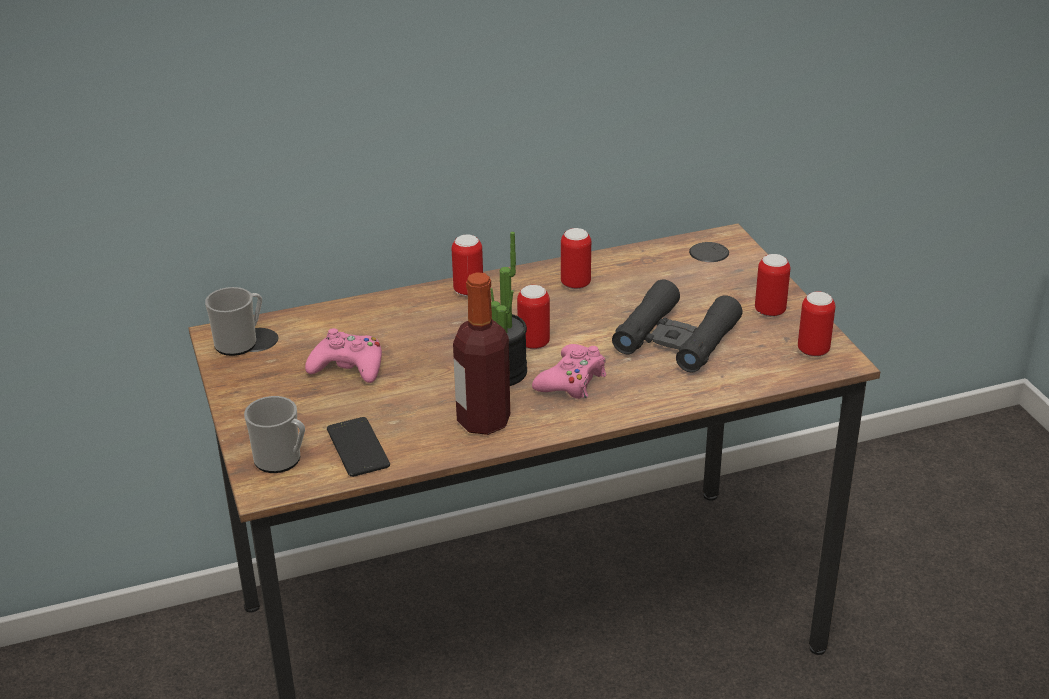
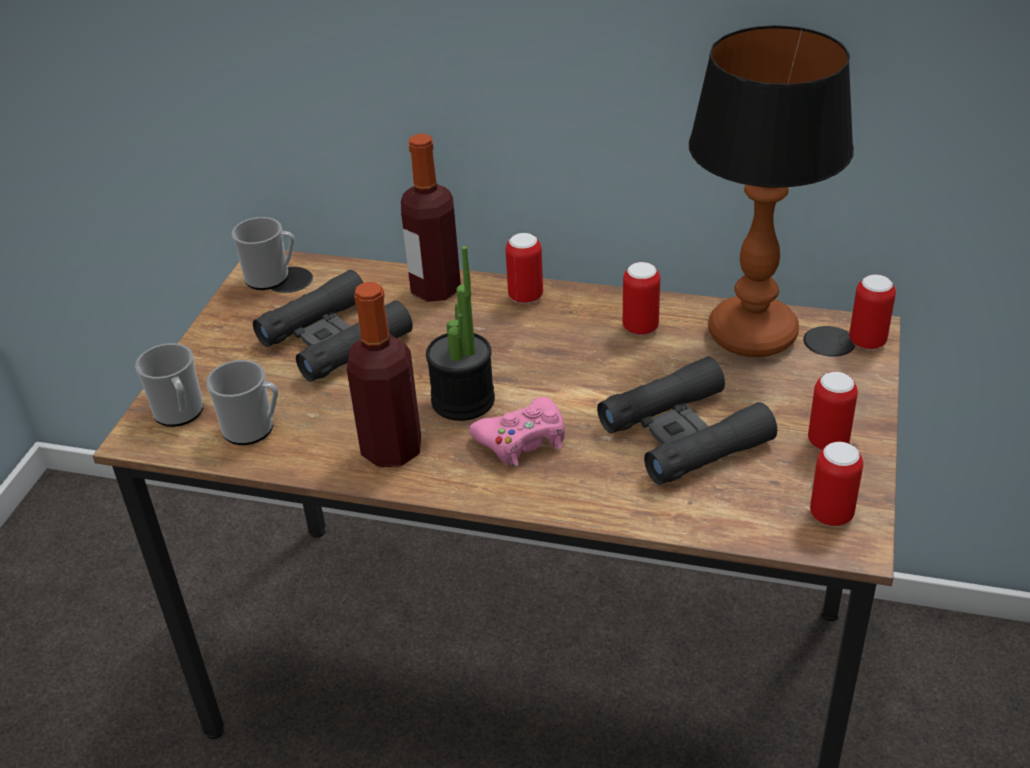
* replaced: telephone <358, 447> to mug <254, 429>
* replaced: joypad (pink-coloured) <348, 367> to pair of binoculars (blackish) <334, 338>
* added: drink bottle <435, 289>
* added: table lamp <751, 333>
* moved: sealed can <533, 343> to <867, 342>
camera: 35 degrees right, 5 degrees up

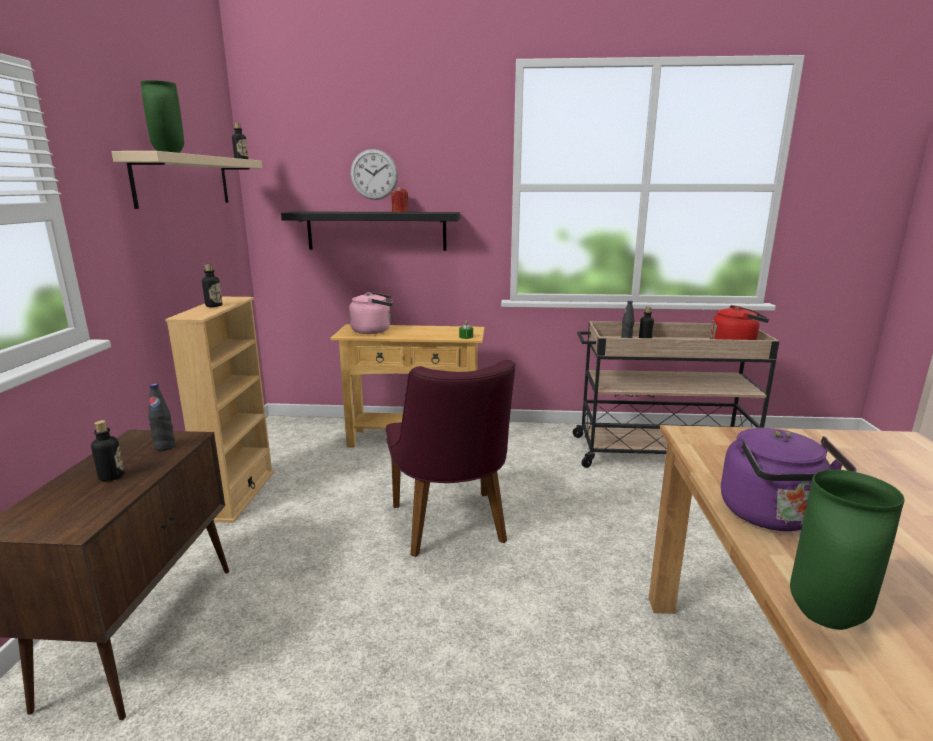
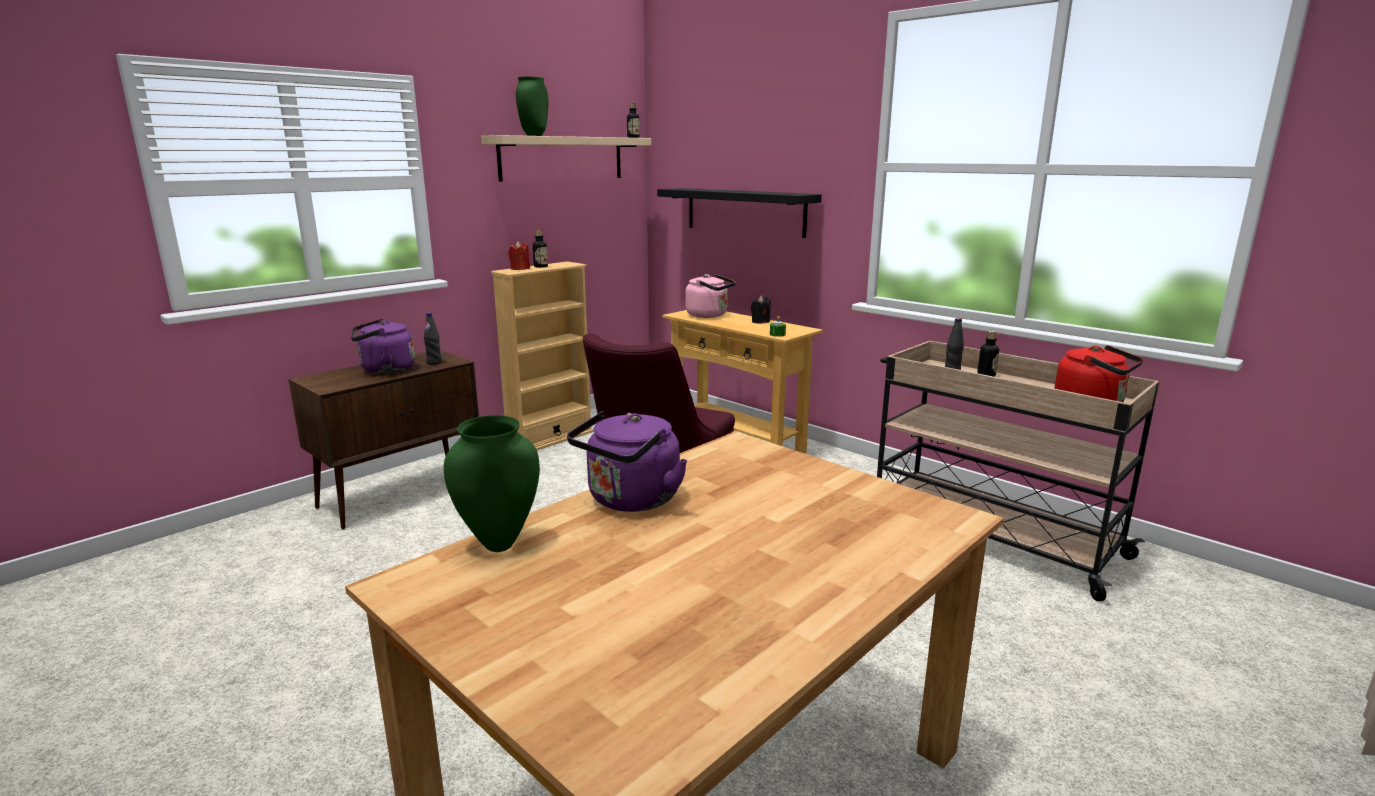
* replaced: drink bottle <111, 476> to water kettle (purple) <384, 370>
* moved: wax candle (red) <400, 212> to <520, 269>
* added: wax candle (blackish) <760, 322>
* removed: clock on the wall <374, 174>
camera: 40 degrees right, 0 degrees up

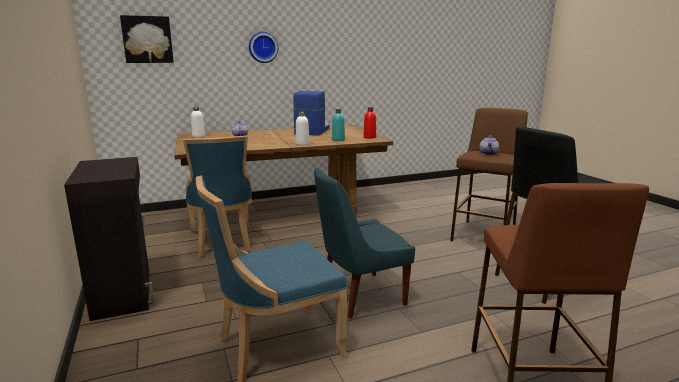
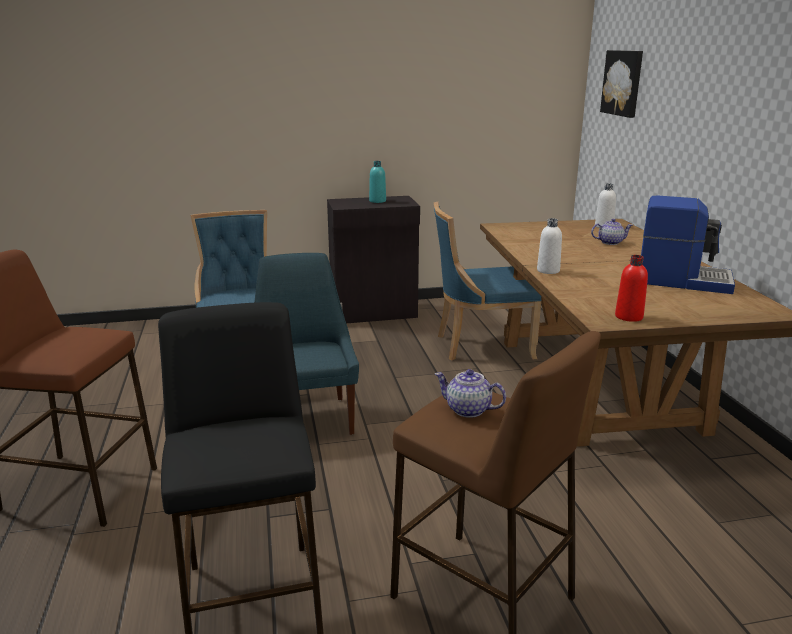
* moved: drink bottle (blue-green) <338, 140> to <377, 201>
* removed: clock on the wall <263, 47>
camera: 100 degrees right, 5 degrees up

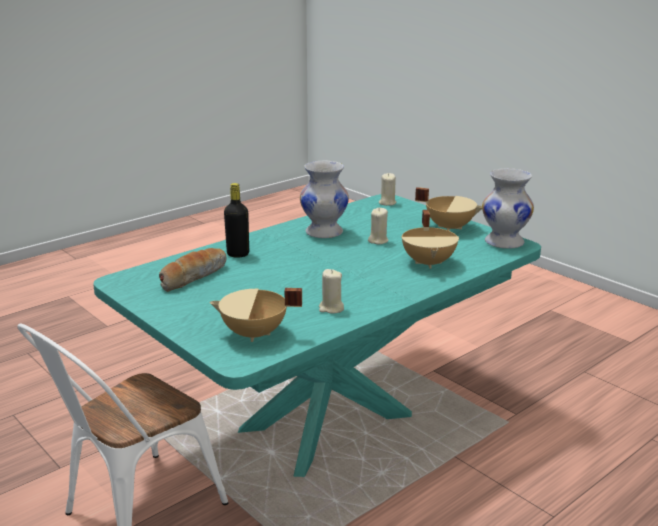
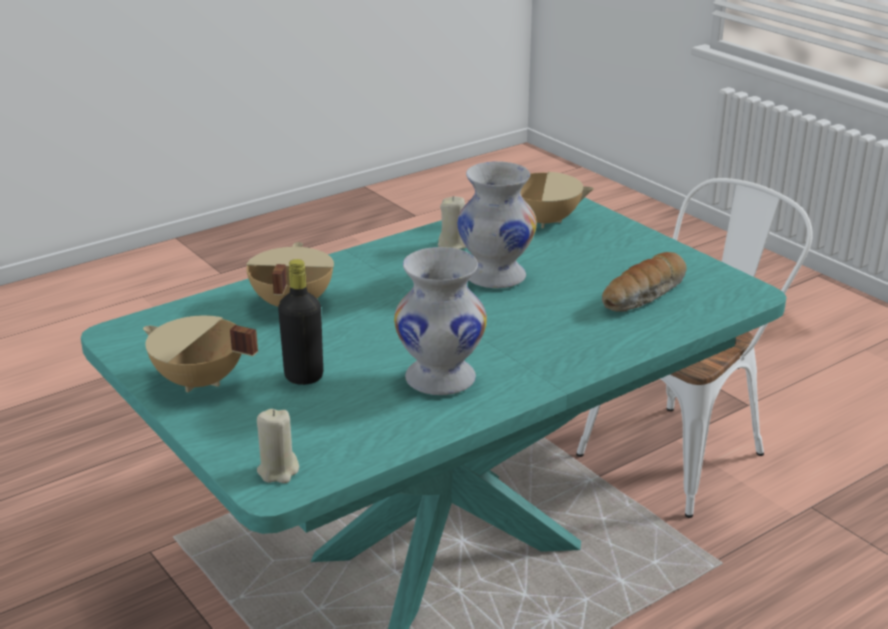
* moved: drink bottle (blackish) <238, 254> to <304, 377>
* moved: flower vase (white-coloured) <503, 242> to <496, 277>
* removed: wax candle (beige-coloured) <378, 240>
camera: 175 degrees left, 5 degrees up

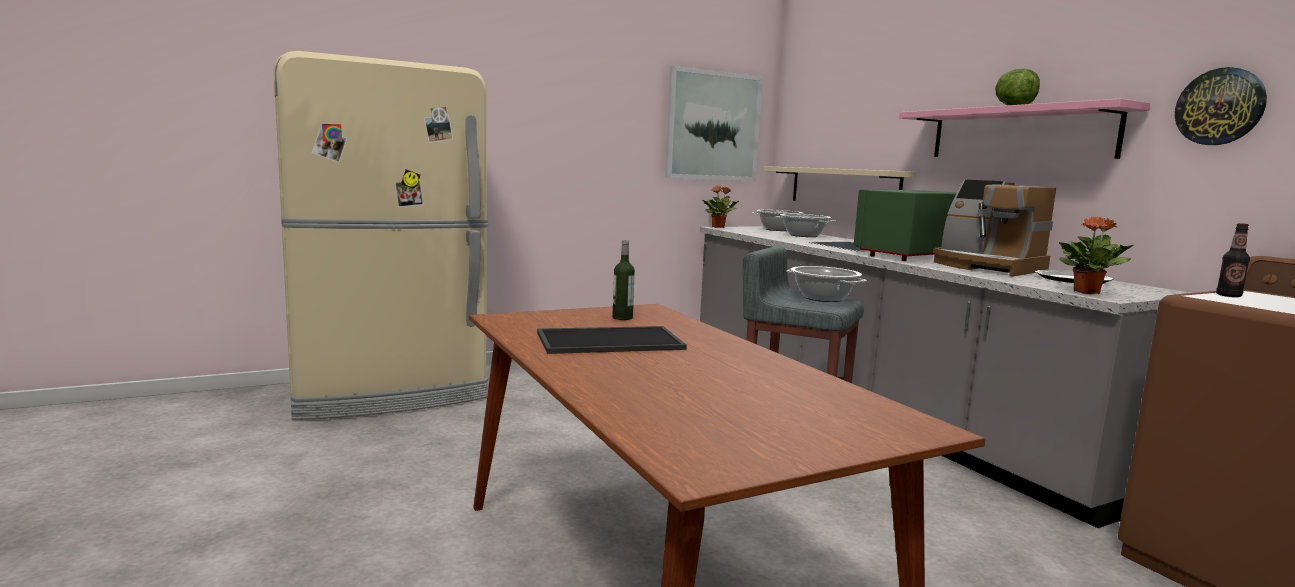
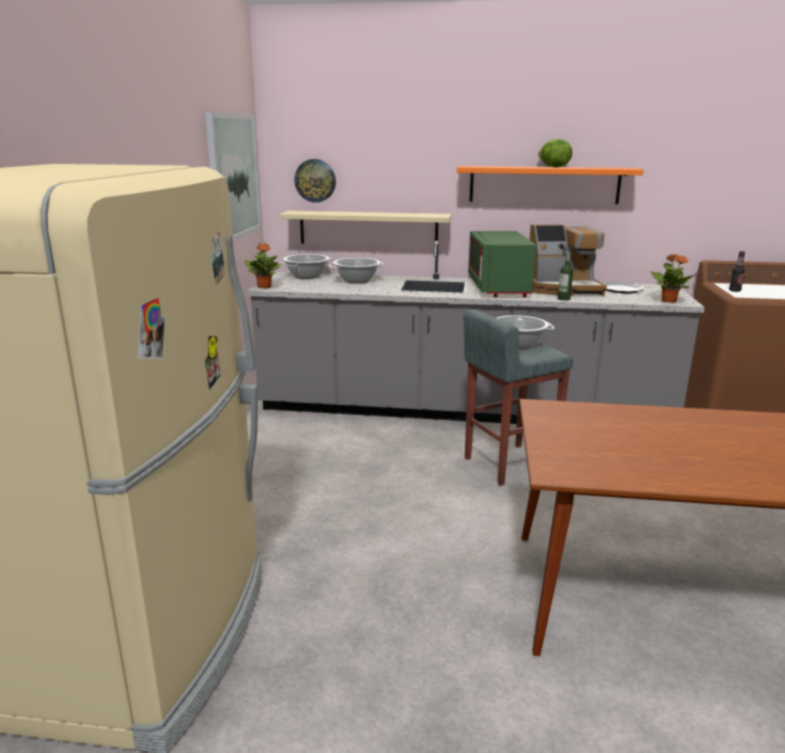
* moved: clock on the wall <1220, 107> to <315, 180>
* recoloured: bracket shelf (pink-coloured) <1019, 133> to bracket shelf (orange-coloured) <544, 185>
* moved: drink bottle <622, 318> to <564, 299>
* removed: carrying tray <610, 340>
camera: 55 degrees left, 10 degrees up

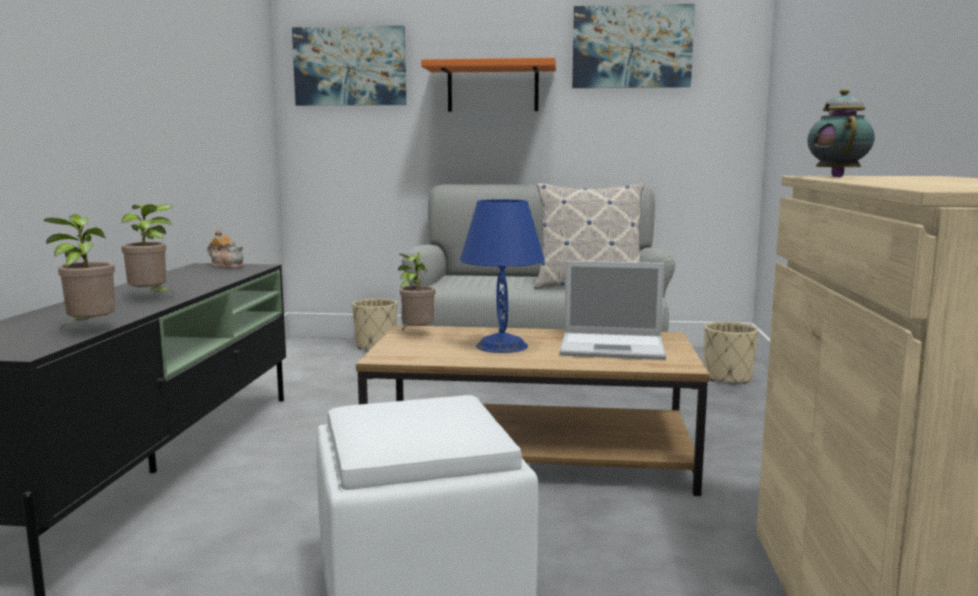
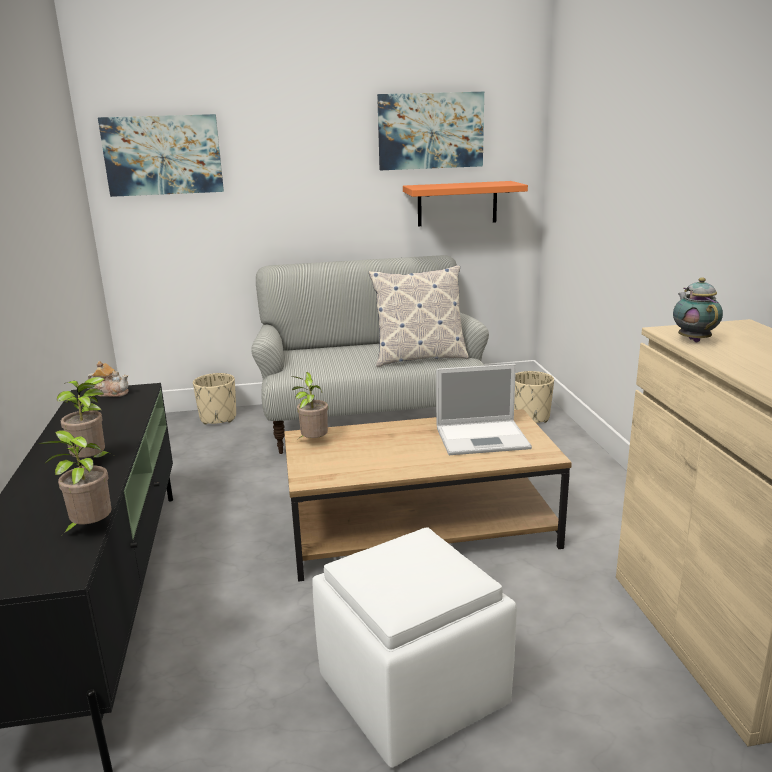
* moved: bracket shelf (orange-coloured) <493, 88> to <457, 203>
* removed: table lamp (blue-coloured) <501, 346>
camera: 15 degrees left, 10 degrees up

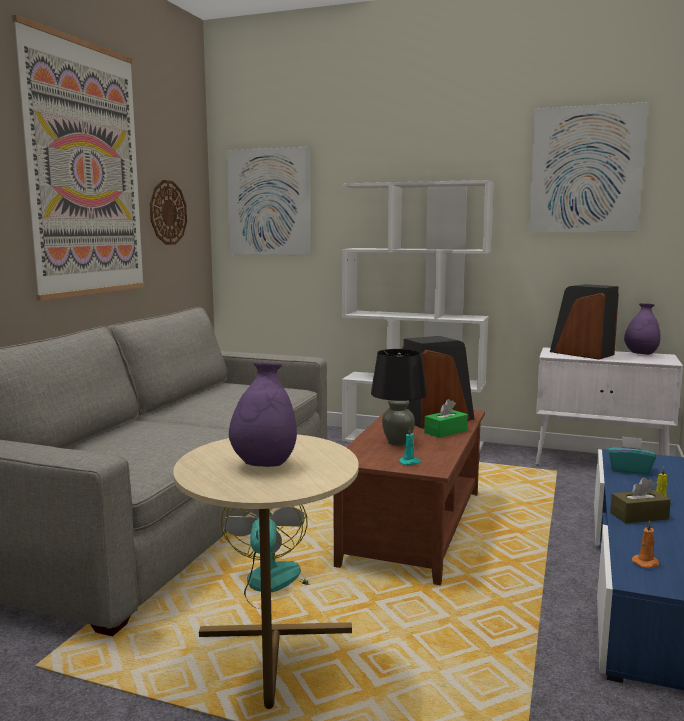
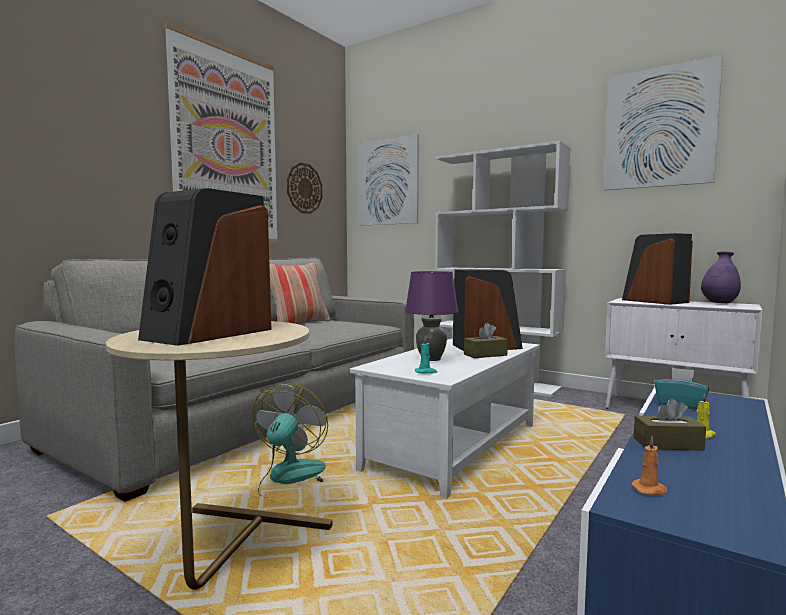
* replaced: flower vase (purple) <264, 465> to audio speaker <208, 334>
* added: pillow <299, 323>
* recoloured: lounge table (brown-coloured) <412, 527> to lounge table (white-coloured) <453, 446>
* recoloured: table lamp (blackish) <397, 442> to table lamp (purple) <430, 359>
* recoloured: box of tissues (greenish) <445, 431> to box of tissues (brown-coloured) <485, 355>
camera: 15 degrees right, 5 degrees down

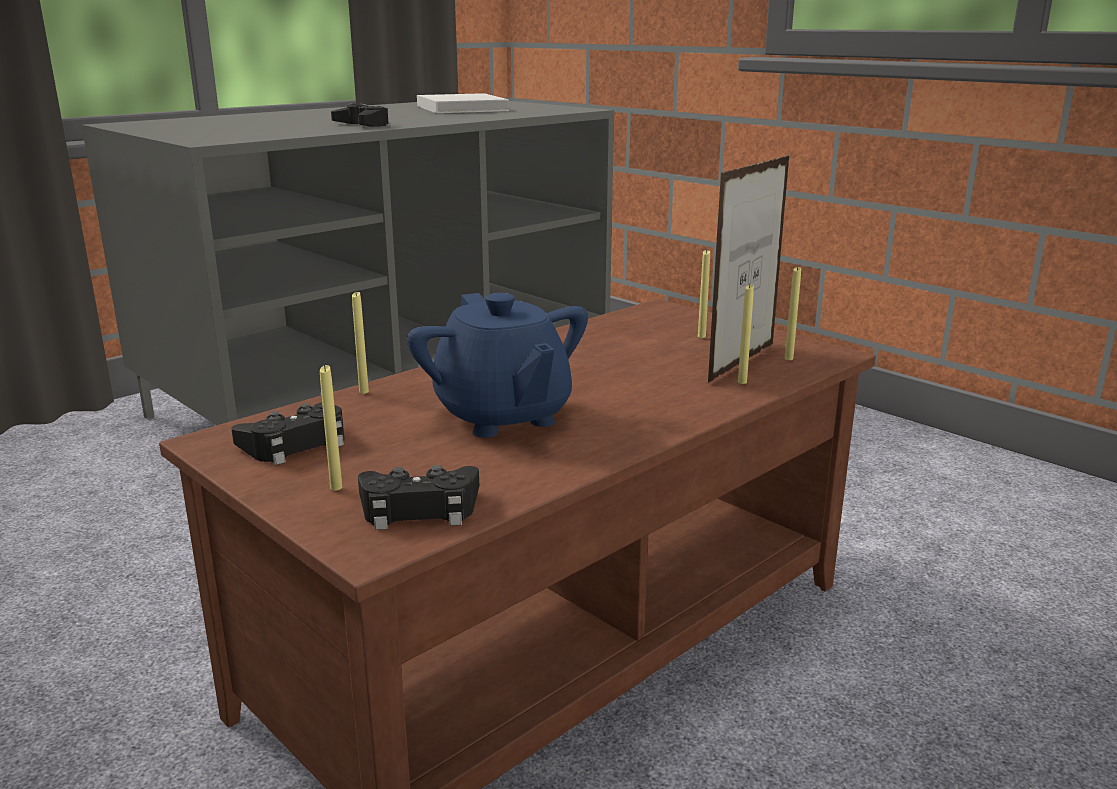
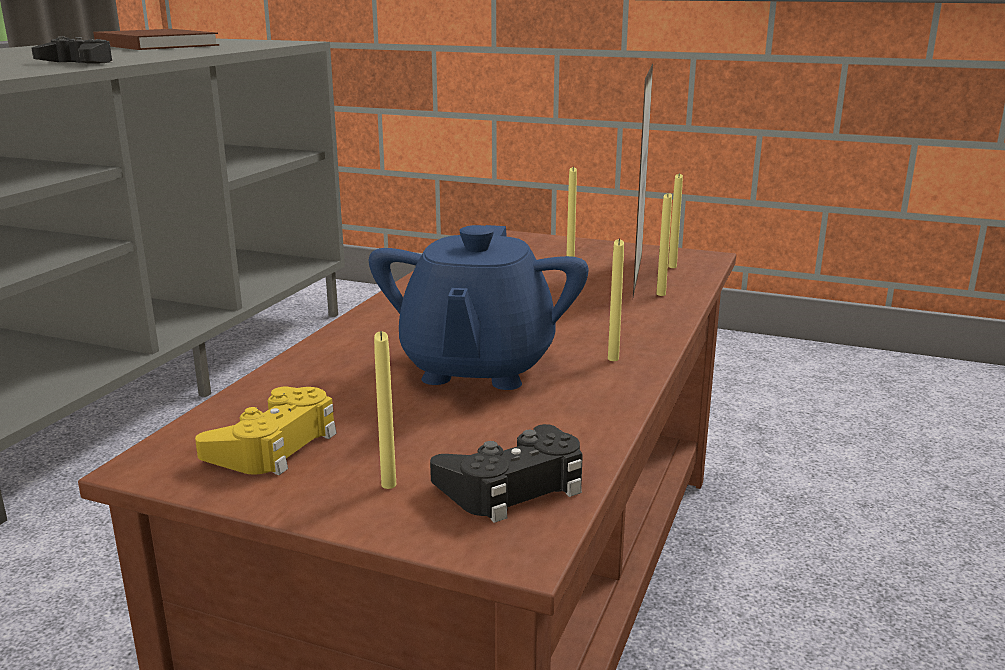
* recoloured: bound book (white-coloured) <461, 108> to bound book (brown-coloured) <155, 45>
* recoloured: joypad (blackish) <295, 444> to joypad (yellow) <274, 444>
* turned: tea pot (blue-coloured) <502, 416> = <477, 367> 60 degrees clockwise
* moved: wax candle (yellow) <364, 392> to <613, 359>
camera: 25 degrees left, 0 degrees up

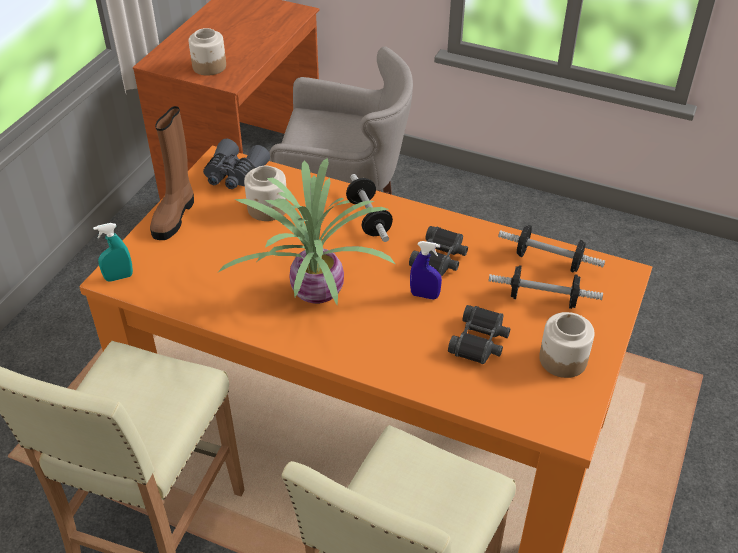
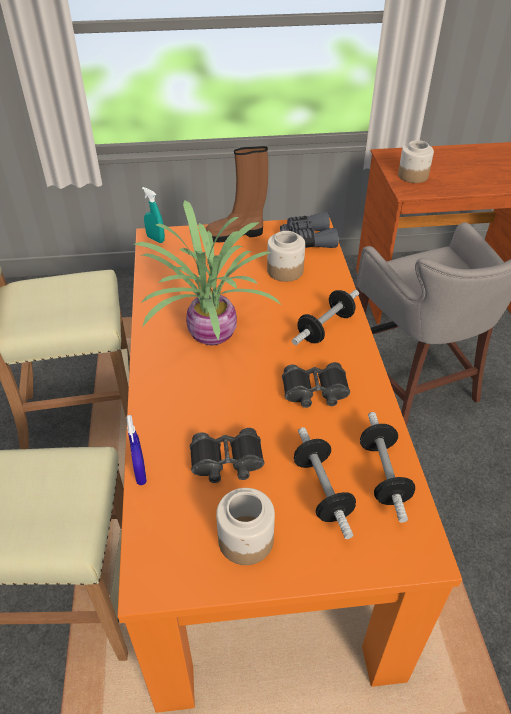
* moved: spray bottle (blue-coloured) <424, 295> to <140, 473>
camera: 60 degrees right, 0 degrees up

